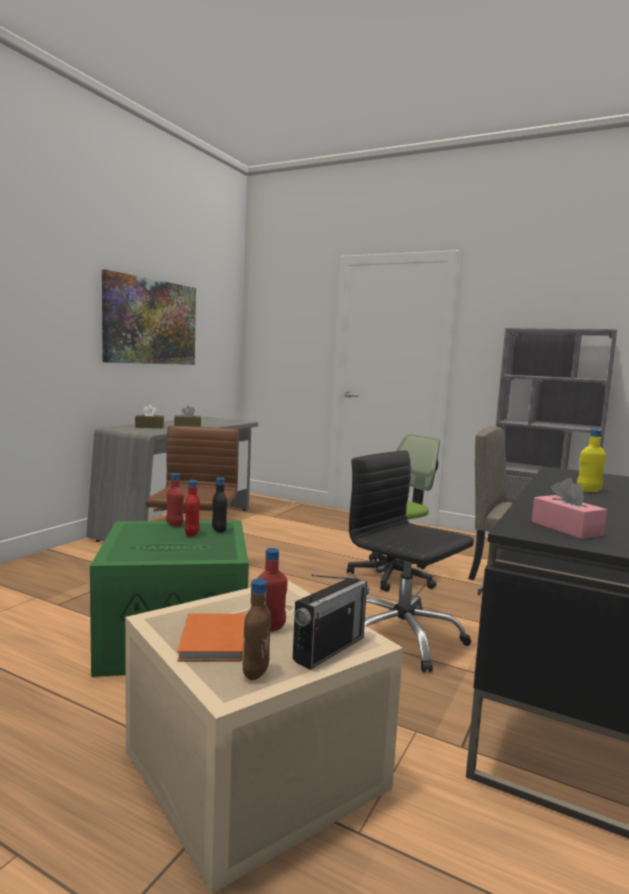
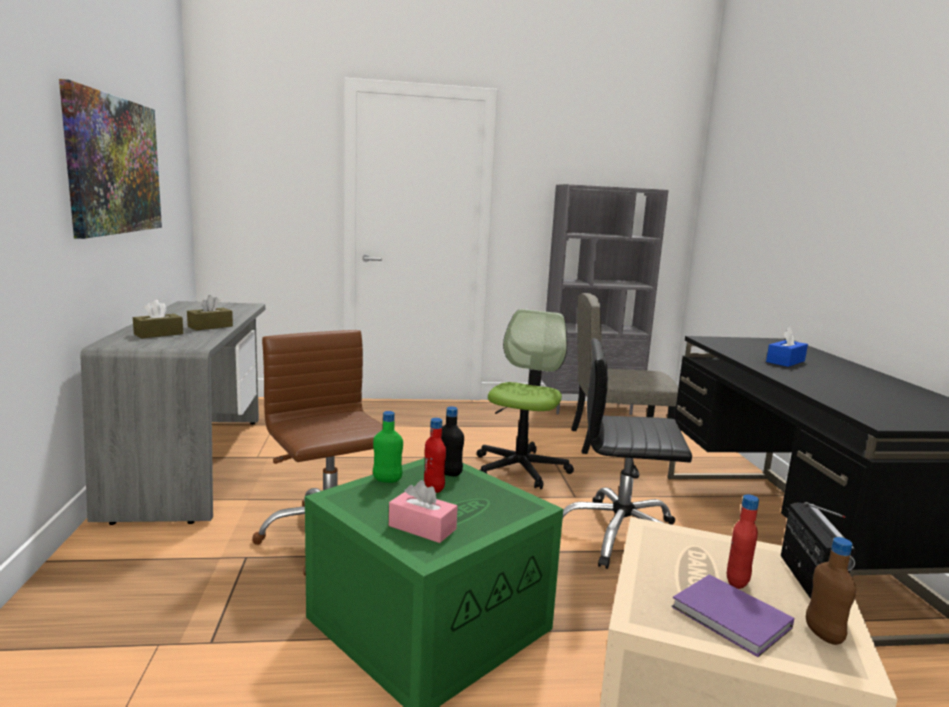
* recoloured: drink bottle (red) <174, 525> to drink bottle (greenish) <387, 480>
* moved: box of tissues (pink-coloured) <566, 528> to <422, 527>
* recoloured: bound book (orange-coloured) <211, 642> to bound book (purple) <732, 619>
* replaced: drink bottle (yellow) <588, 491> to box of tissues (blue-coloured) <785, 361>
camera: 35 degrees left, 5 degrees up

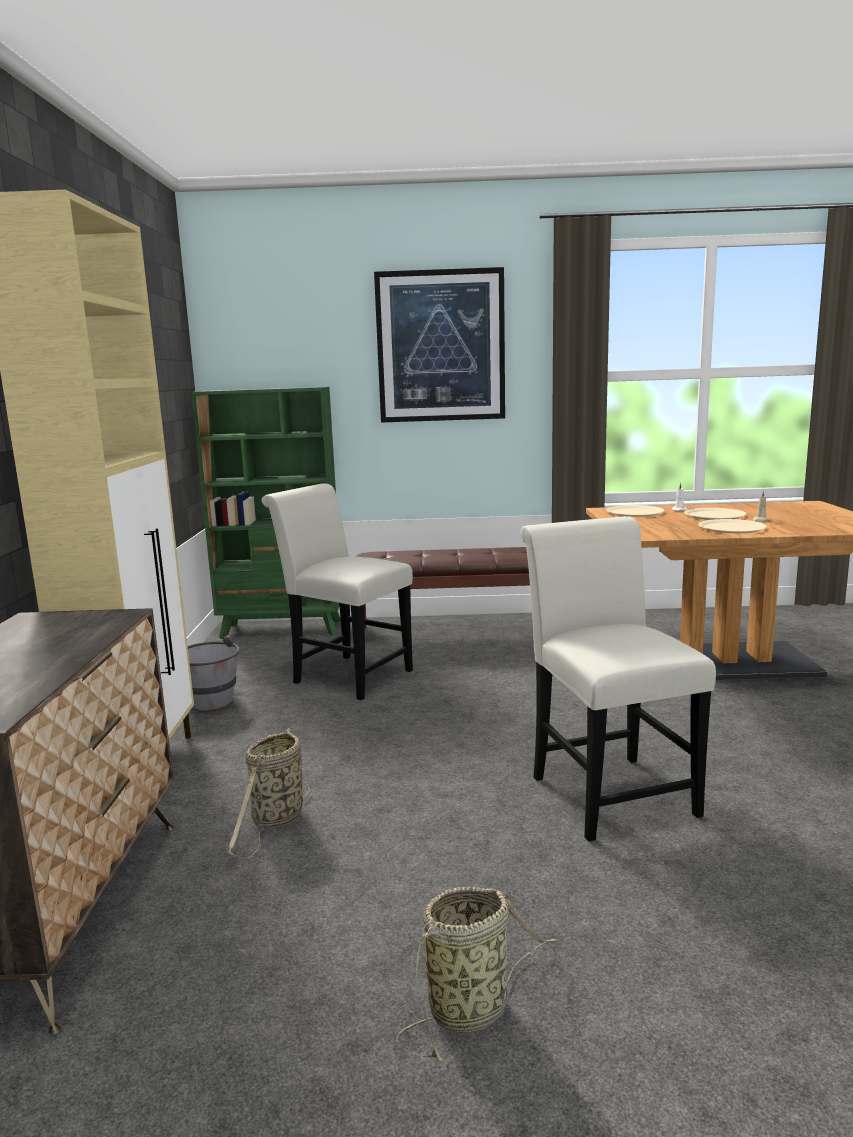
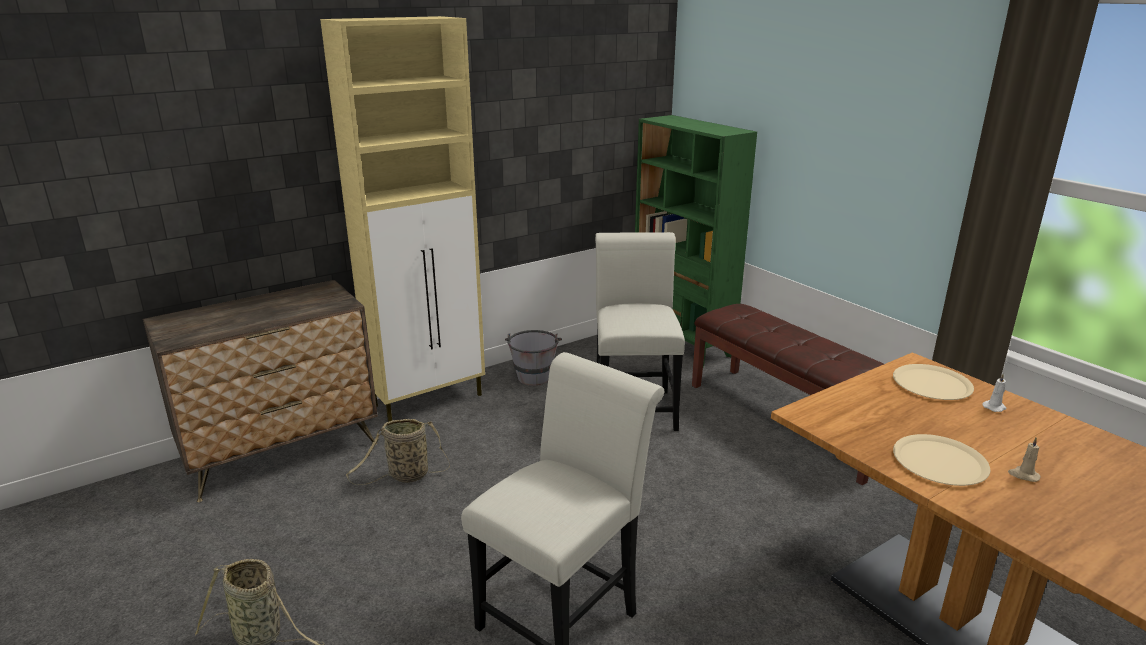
* removed: wall art <440, 346>
* removed: flat dish (beige-coloured) <714, 515>
camera: 55 degrees right, 10 degrees up

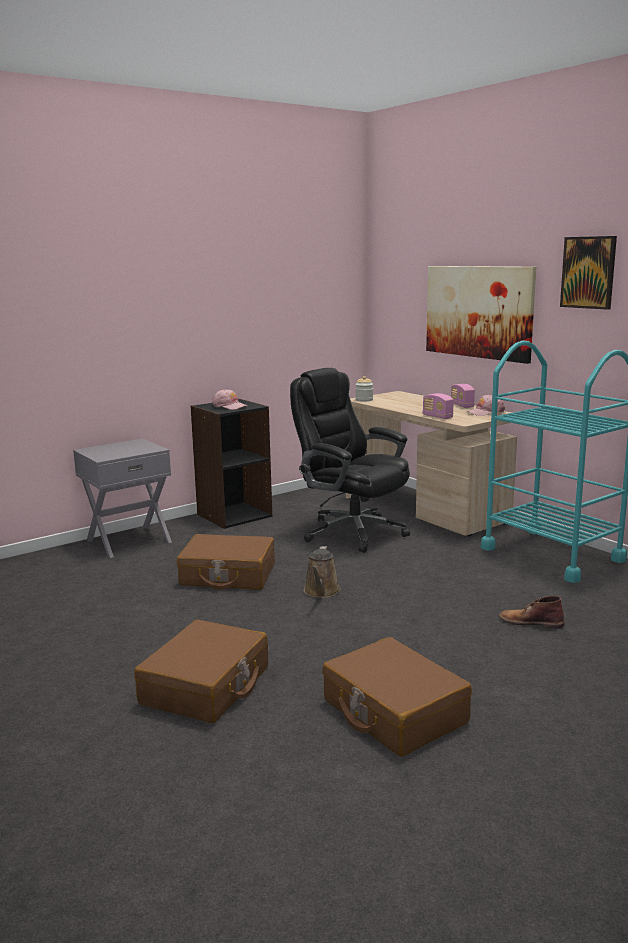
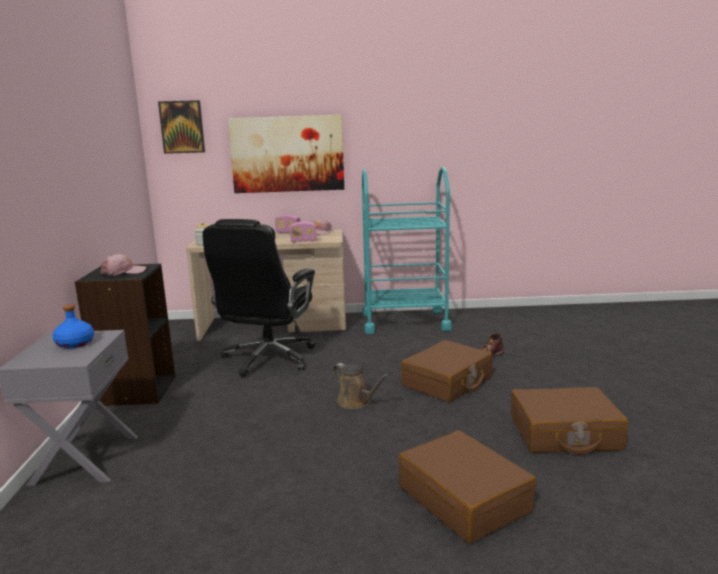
* added: drink bottle (blue-coloured) <74, 344>
* moved: wall art <588, 272> to <182, 127>
* turned: computer chair (blackish) <352, 532> = <268, 359> 60 degrees counterclockwise
* moved: travel case (brown-coloured) <228, 575> to <447, 382>
camera: 55 degrees left, 0 degrees up

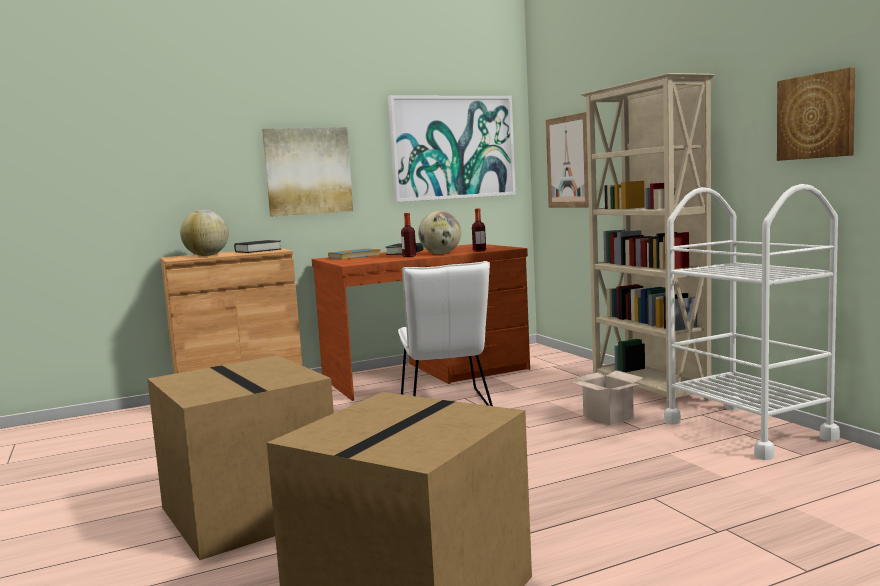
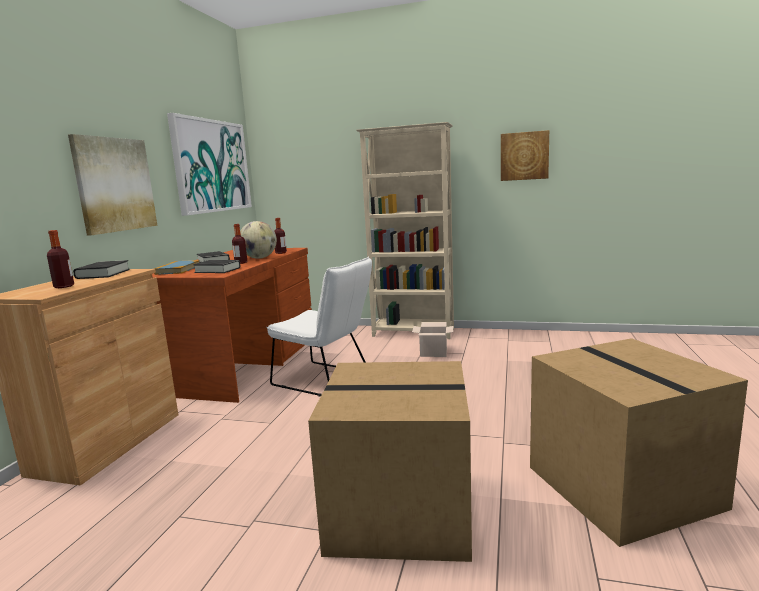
* replaced: globe <206, 255> to drink bottle <64, 286>
* added: bound book (blackish) <217, 270>
* removed: wall art <568, 162>
* removed: trolley (white-coloured) <747, 430>
camera: 50 degrees left, 5 degrees up

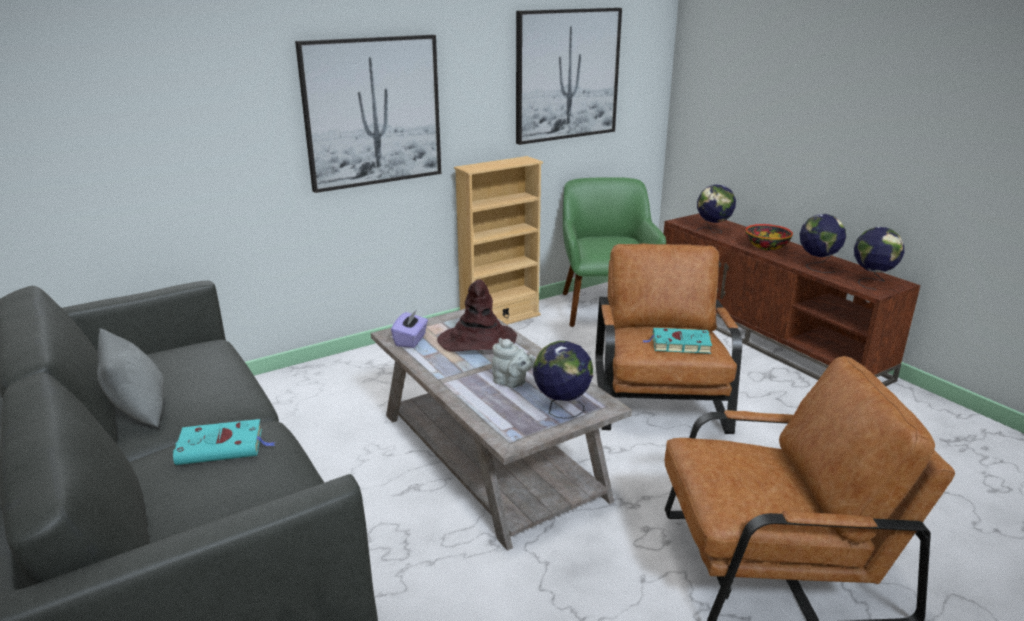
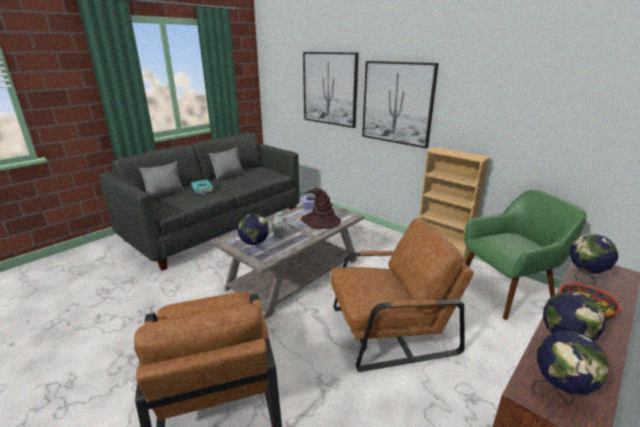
* added: pillow (greyish) <165, 193>
* moved: wall art <567, 75> to <330, 89>
* removed: bound book (blue-green) <679, 344>
camera: 75 degrees right, 0 degrees up

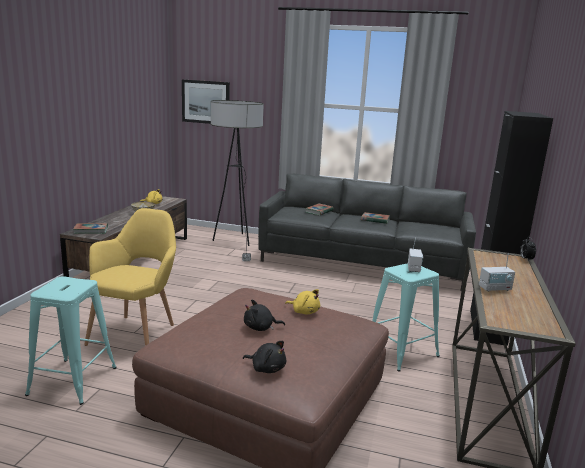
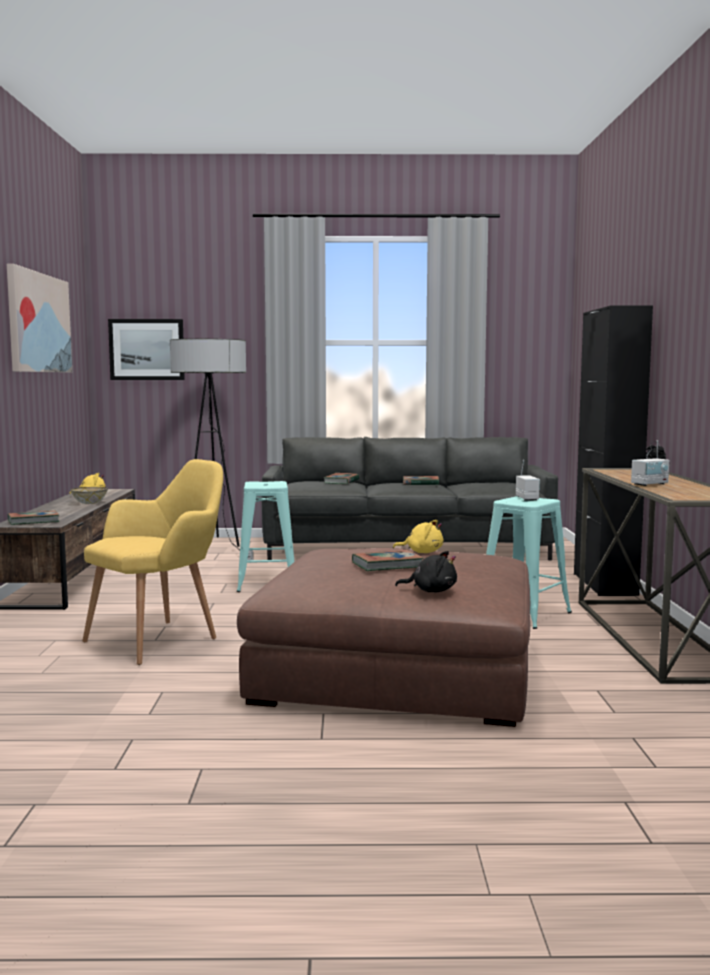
* added: wall art <38, 323>
* turned: armchair (yellow) <137, 333> = <160, 639> 45 degrees clockwise
* moved: stool seat (blue-green) <73, 381> to <267, 583>
* replaced: soft toy (blackish) <260, 328> to bound book <387, 565>
camera: 15 degrees left, 10 degrees down

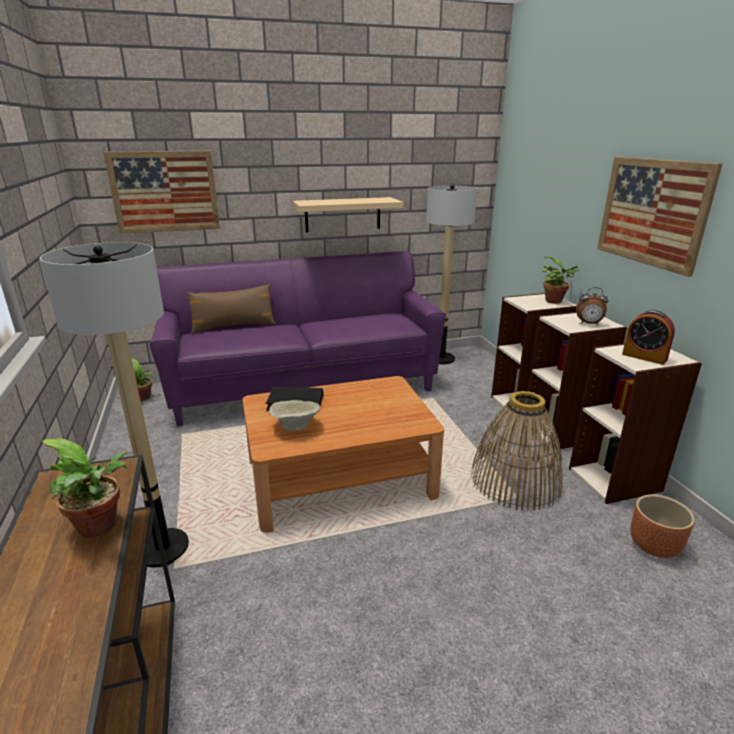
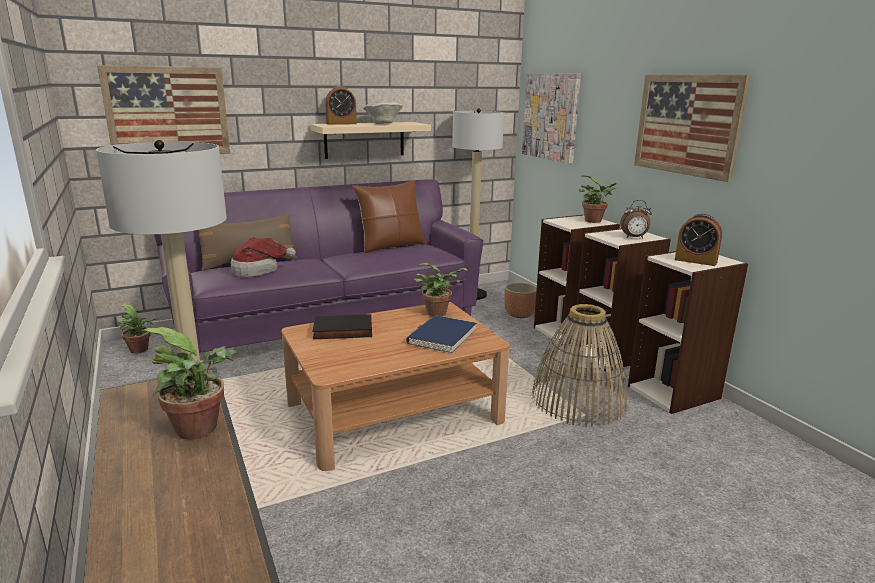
* added: clothing hat <258, 270>
* added: table clock <341, 124>
* added: pillow (brown-coloured) <391, 246>
* moved: serving bowl (beige-coloured) <295, 427> to <383, 124>
* added: bound book (blue-coloured) <442, 337>
* added: houseplant <439, 313>
* moved: plant pot (brown-coloured) <653, 545> to <519, 314>
* added: wall art <551, 116>
camera: 10 degrees left, 5 degrees down

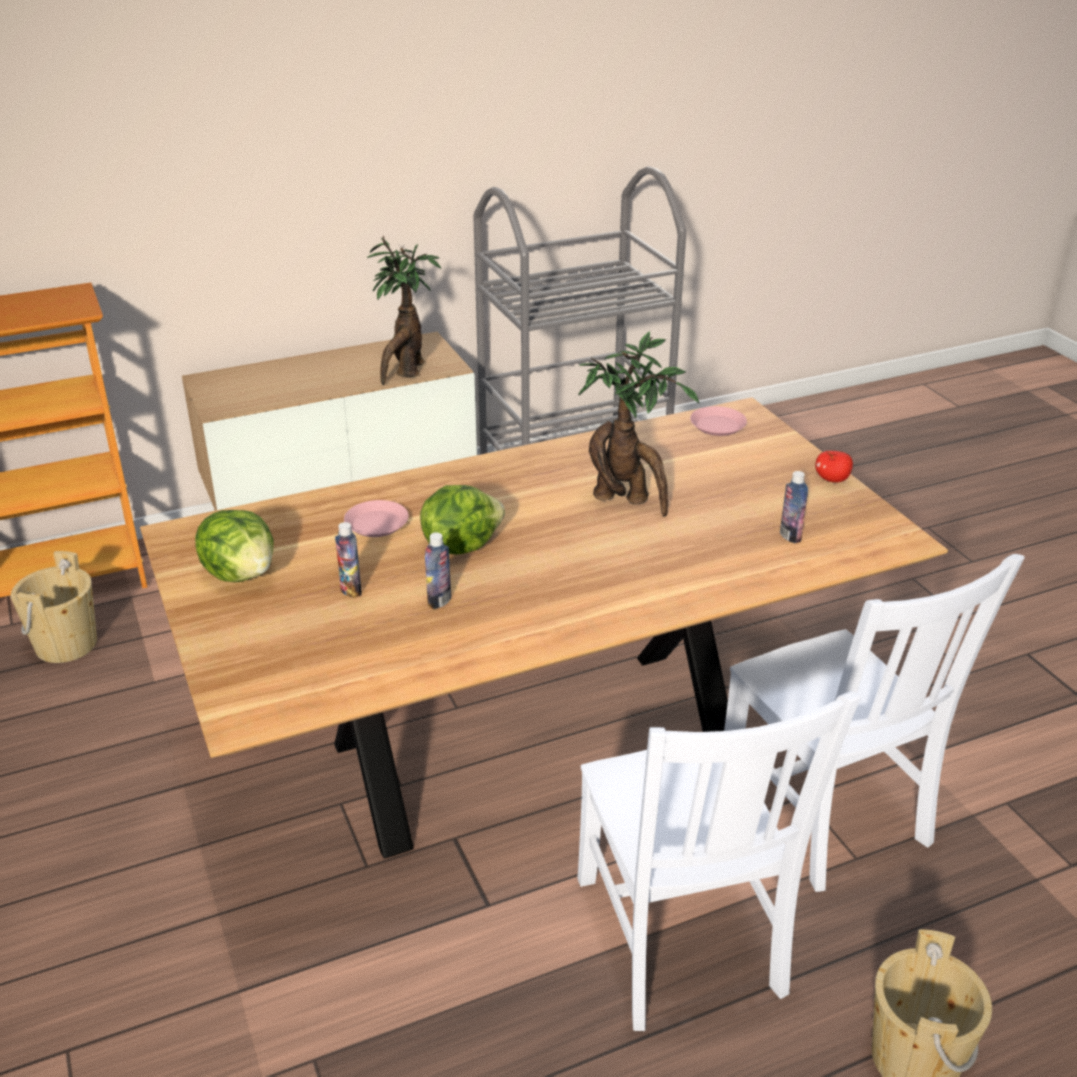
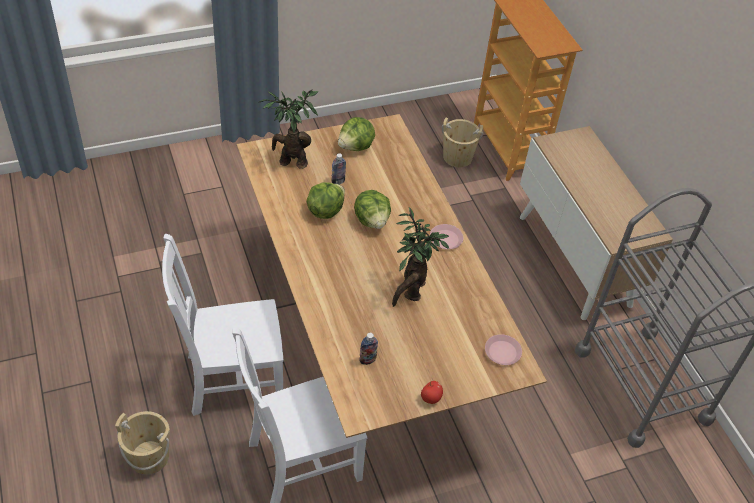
* moved: houseplant <406, 372> to <290, 161>
* replaced: drink bottle <439, 601> to head of lettuce <325, 210>
* moved: flat dish (pink-coloured) <377, 524> to <446, 239>
camera: 90 degrees right, 15 degrees up

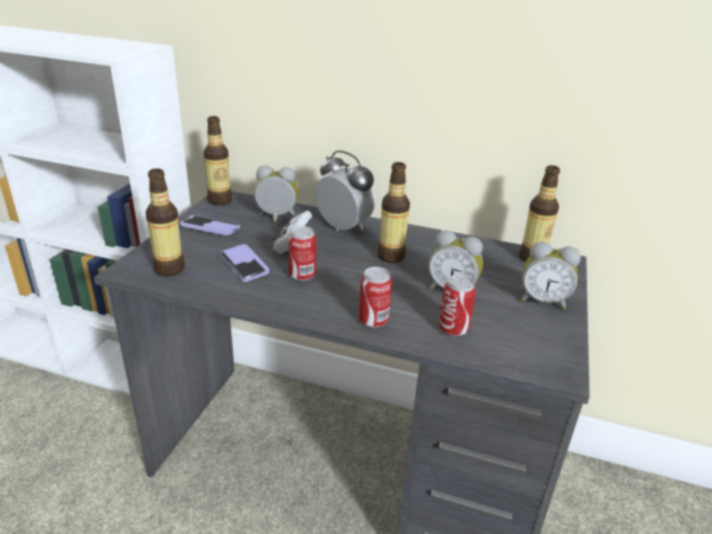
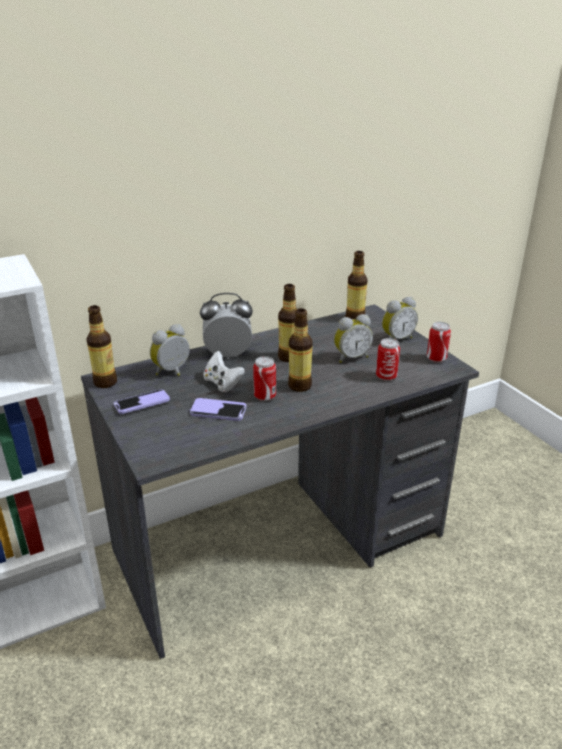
* moved: drink bottle <169, 269> to <299, 386>
* moved: sealed can <373, 321> to <436, 359>
camera: 45 degrees left, 0 degrees up

